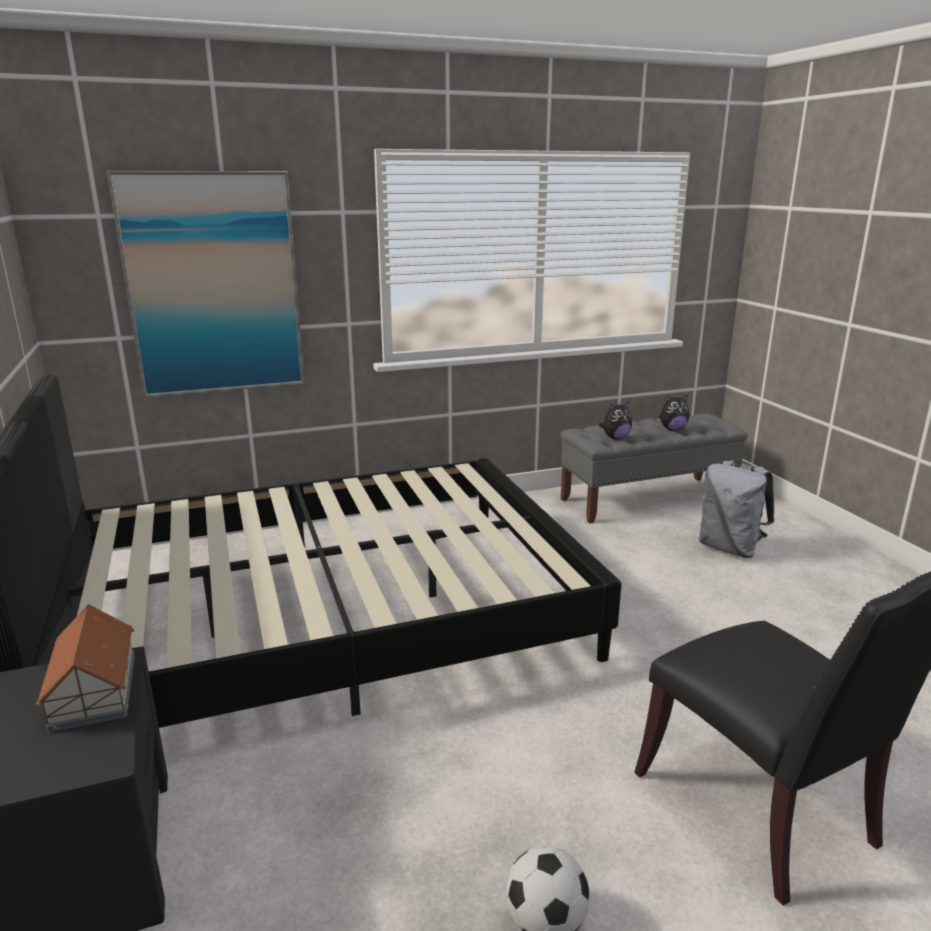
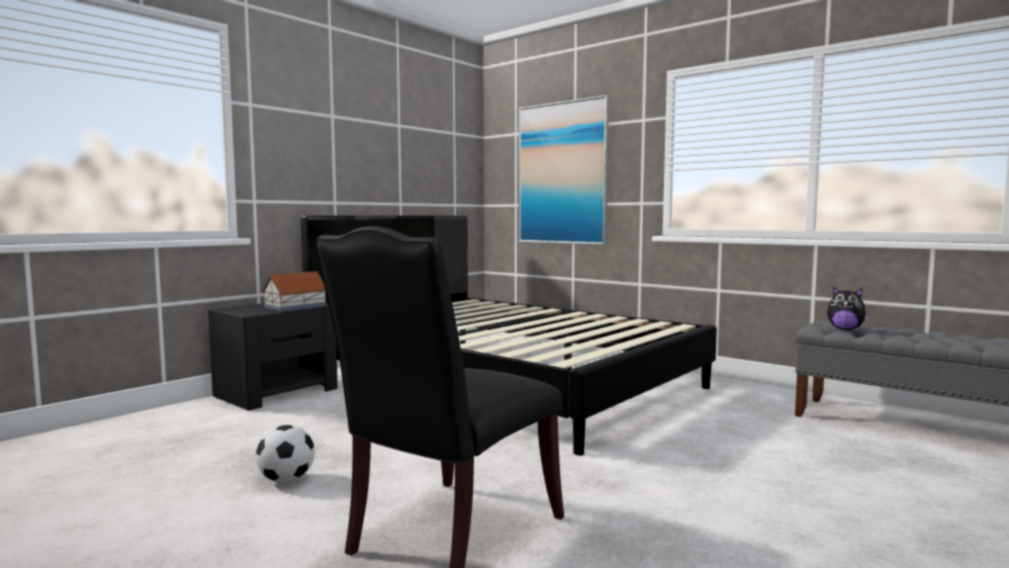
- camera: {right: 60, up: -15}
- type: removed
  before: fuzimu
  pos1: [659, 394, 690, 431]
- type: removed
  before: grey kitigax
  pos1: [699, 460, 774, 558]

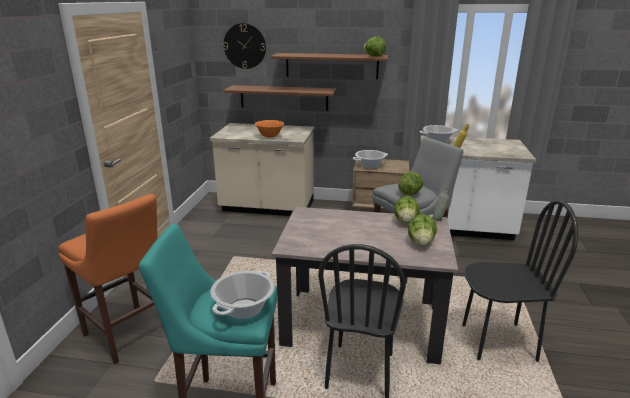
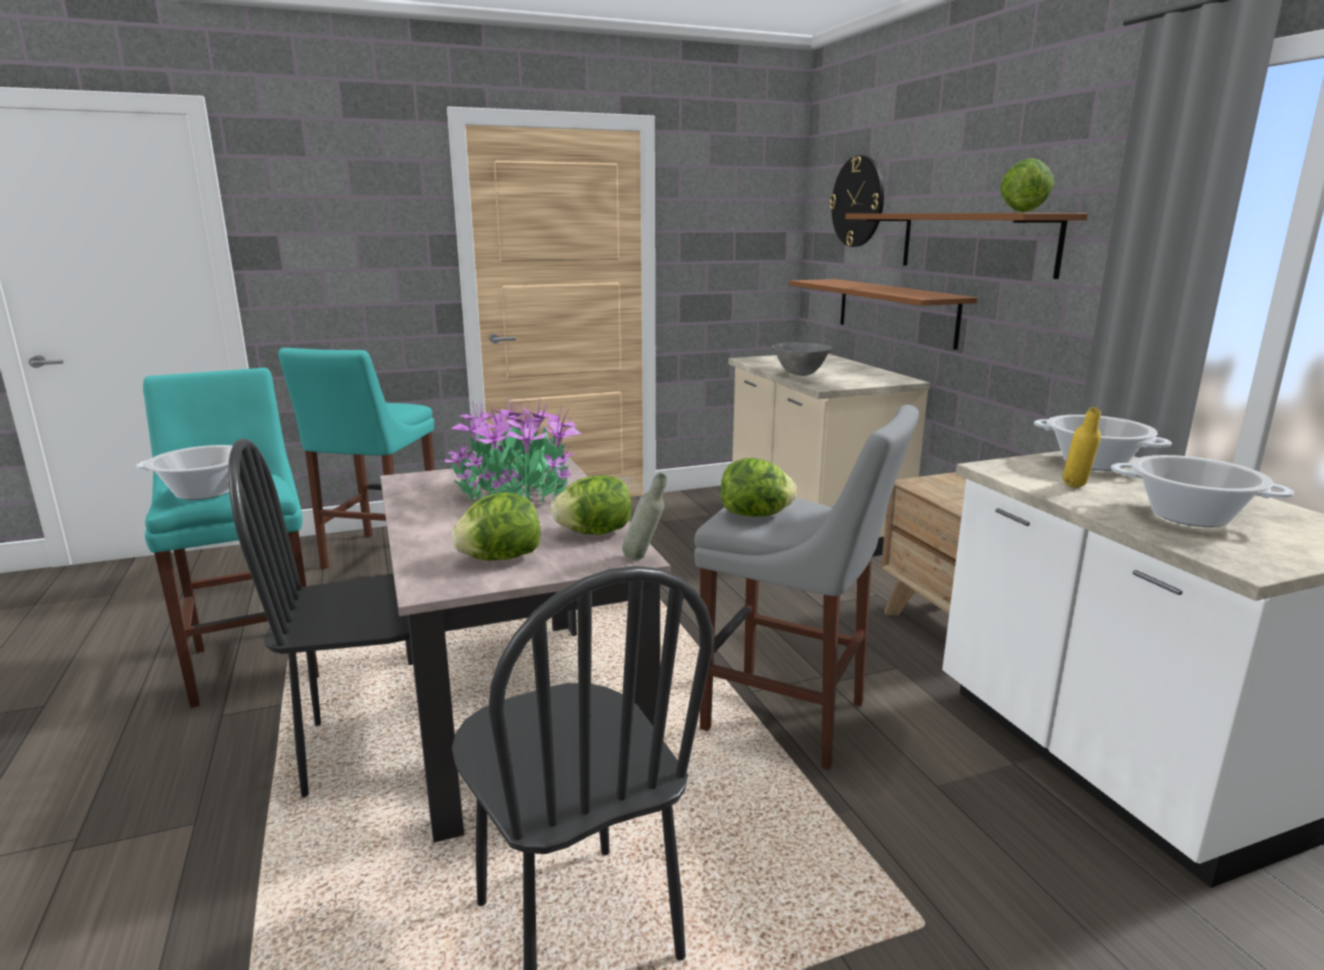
- camera: {right: 60, up: -5}
- type: recoloured
  before: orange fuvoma
  after: grey fuvoma
  pos1: [255, 120, 284, 138]
  pos2: [772, 342, 832, 376]
- type: moved
  before: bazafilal
  pos1: [353, 150, 388, 169]
  pos2: [1111, 455, 1294, 527]
- type: recoloured
  before: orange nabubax
  after: turquoise nabubax
  pos1: [58, 194, 158, 364]
  pos2: [278, 348, 435, 569]
- type: added
  after: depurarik
  pos2: [445, 396, 582, 503]

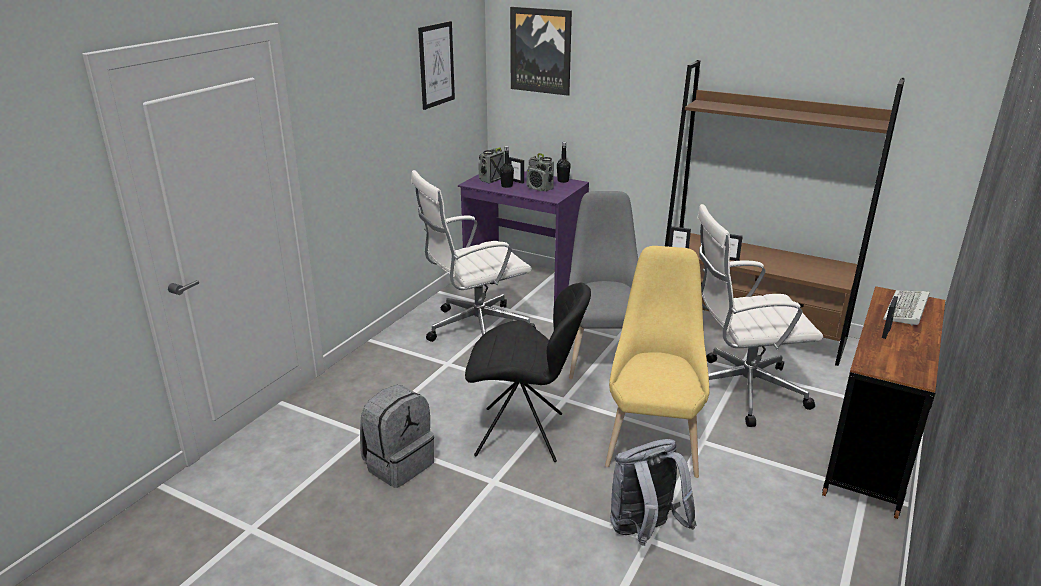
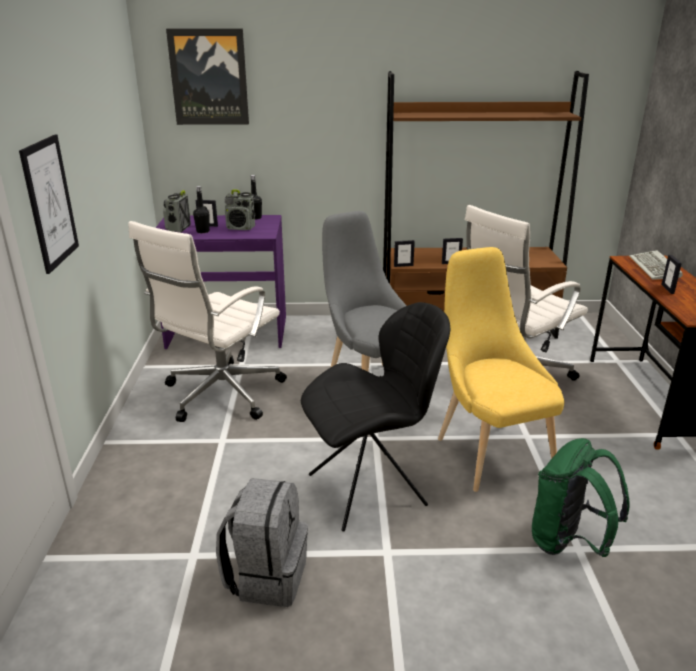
- camera: {right: -30, up: 0}
- type: moved
  before: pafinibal
  pos1: [418, 21, 455, 110]
  pos2: [19, 134, 79, 274]
- type: recoloured
  before: grey kitigax
  after: green kitigax
  pos1: [610, 439, 697, 546]
  pos2: [532, 438, 630, 557]

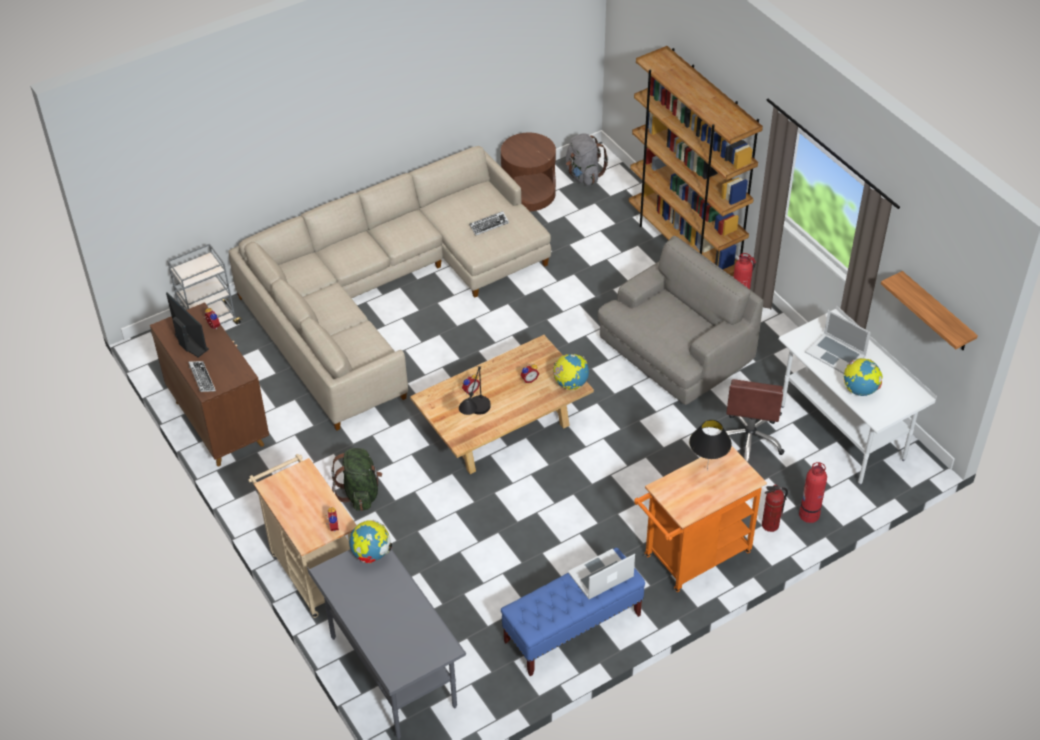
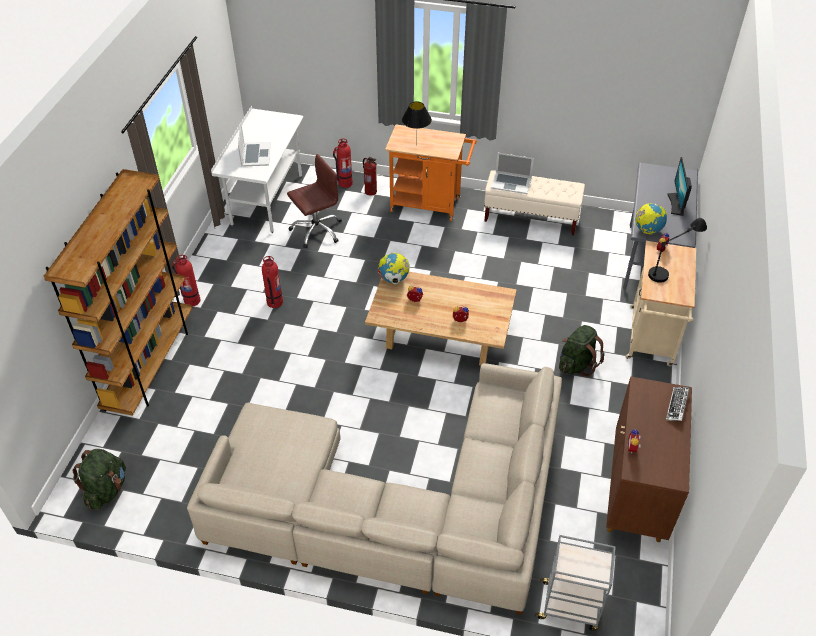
- camera: {right: -135, up: 0}
- type: removed
  before: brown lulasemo
  pos1: [501, 133, 556, 211]
- type: recoloured
  before: grey kitigax
  after: green kitigax
  pos1: [566, 133, 608, 186]
  pos2: [73, 449, 126, 509]
- type: removed
  before: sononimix
  pos1: [469, 211, 509, 236]
- type: replaced
  before: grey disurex
  after: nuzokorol
  pos1: [598, 236, 763, 405]
  pos2: [262, 256, 283, 308]
- type: removed
  before: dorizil
  pos1: [881, 271, 978, 350]
- type: moved
  before: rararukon
  pos1: [166, 292, 209, 358]
  pos2: [667, 157, 692, 216]
- type: removed
  before: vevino
  pos1: [844, 358, 883, 396]
- type: moved
  before: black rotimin
  pos1: [459, 366, 491, 415]
  pos2: [648, 218, 707, 283]
- type: recoloured
  before: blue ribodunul
  after: beige ribodunul
  pos1: [501, 548, 645, 676]
  pos2: [484, 170, 585, 235]

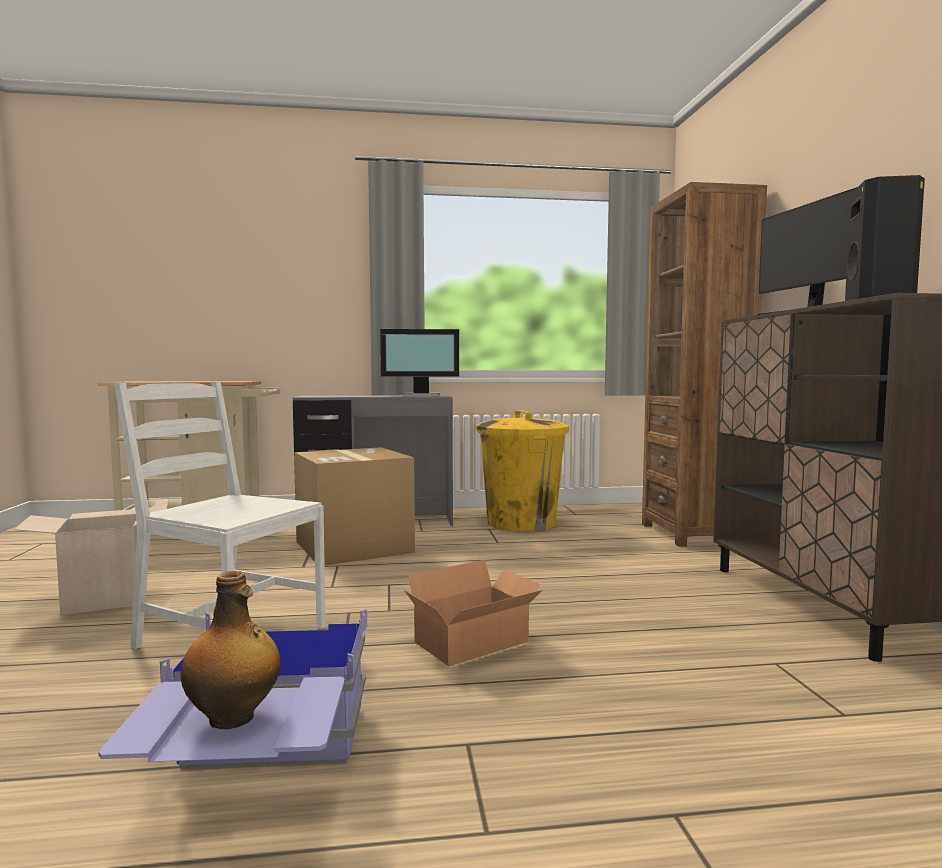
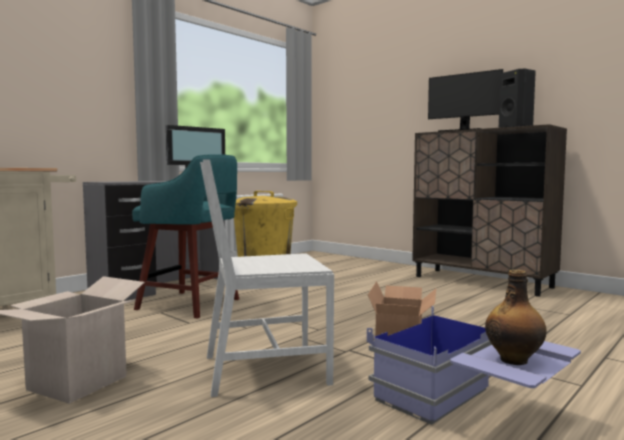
- camera: {right: -40, up: 0}
- type: removed
  before: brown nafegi
  pos1: [642, 182, 767, 547]
- type: replaced
  before: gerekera
  after: turquoise nabubax
  pos1: [294, 447, 415, 566]
  pos2: [132, 154, 239, 319]

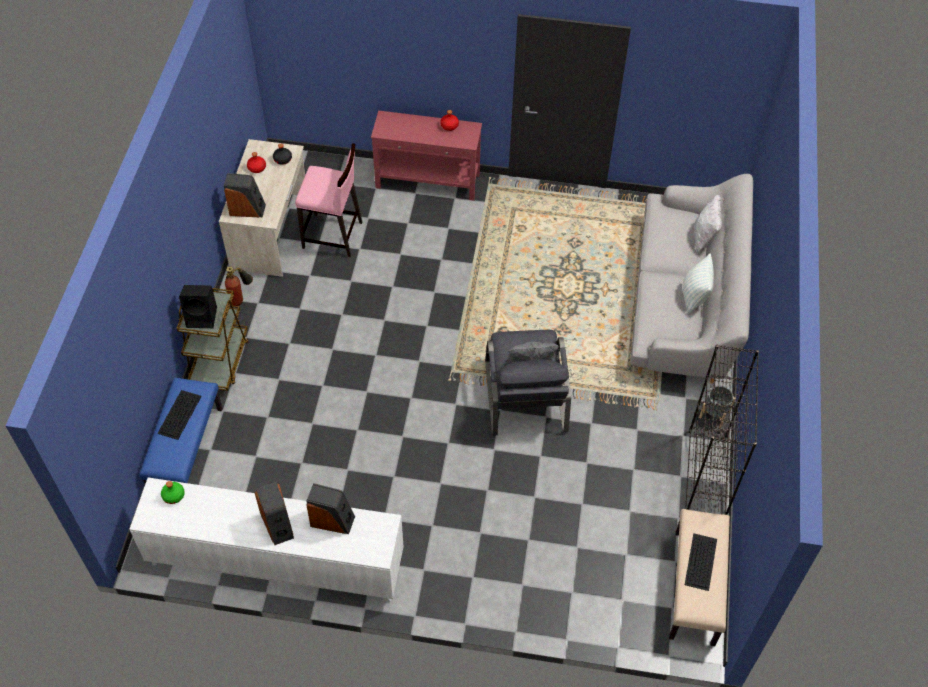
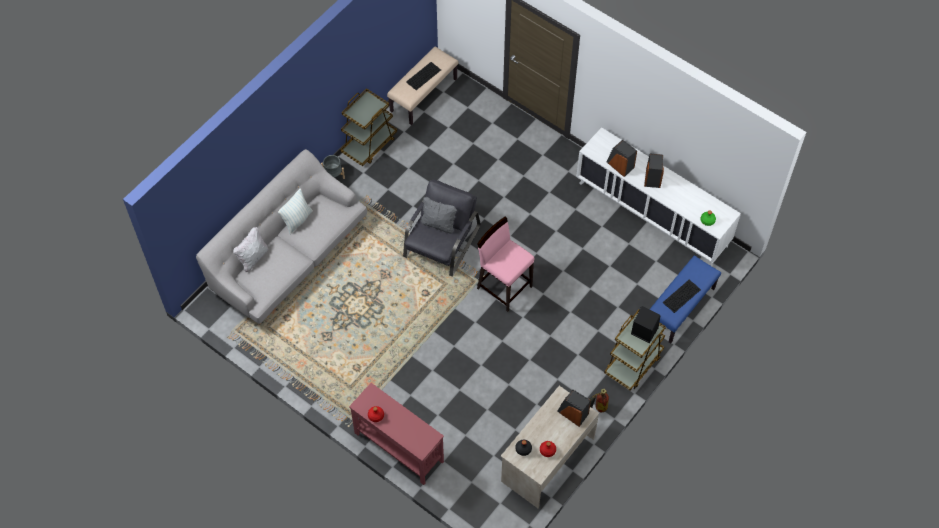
- camera: {right: -150, up: 5}
- type: moved
  before: pink nabubax
  pos1: [295, 143, 362, 257]
  pos2: [477, 217, 535, 312]
- type: replaced
  before: black nafegi
  after: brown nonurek
  pos1: [685, 345, 759, 515]
  pos2: [340, 88, 397, 166]

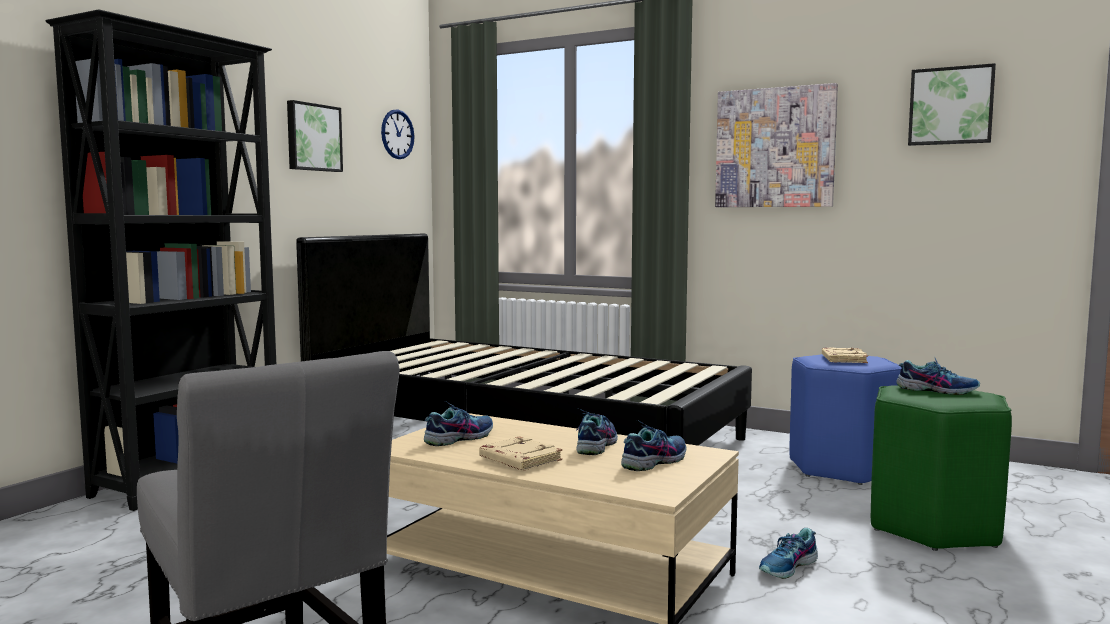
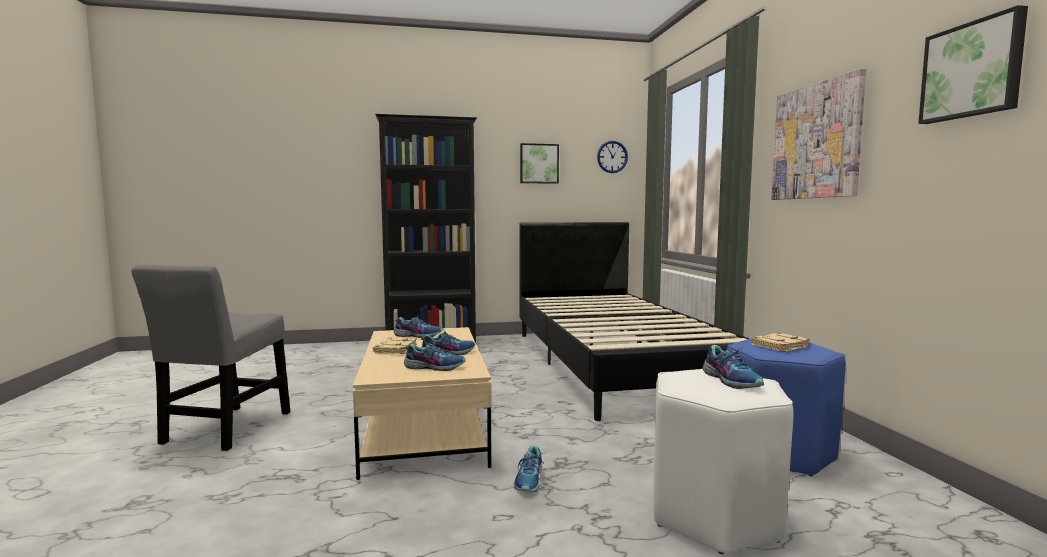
- camera: {right: 50, up: 0}
- type: recoloured
  before: green nabubax
  after: white nabubax
  pos1: [871, 385, 1012, 551]
  pos2: [654, 369, 793, 554]
- type: turned
  before: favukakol
  pos1: [759, 528, 818, 579]
  pos2: [514, 445, 544, 492]
  turn: -90

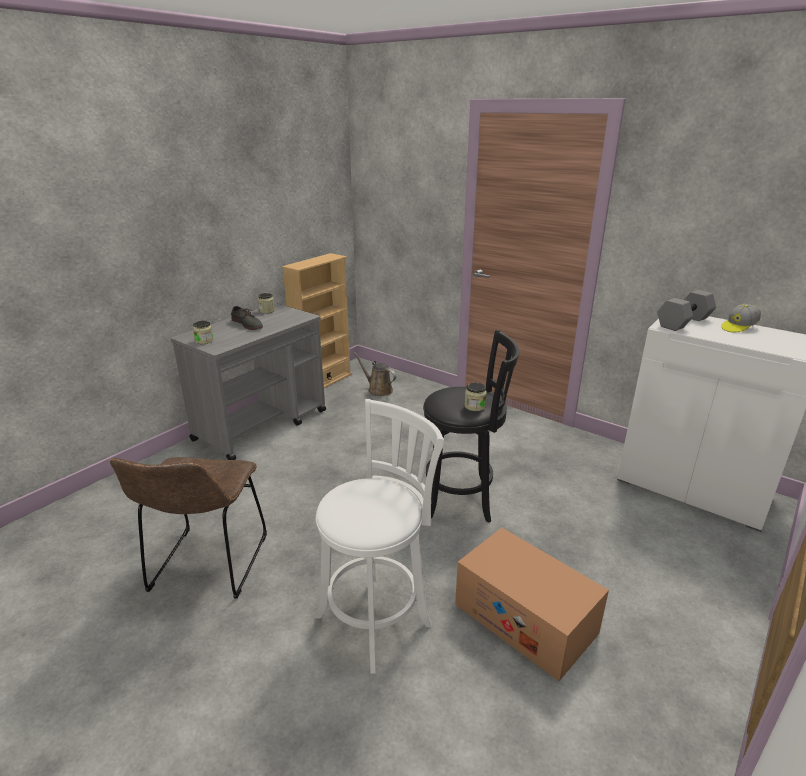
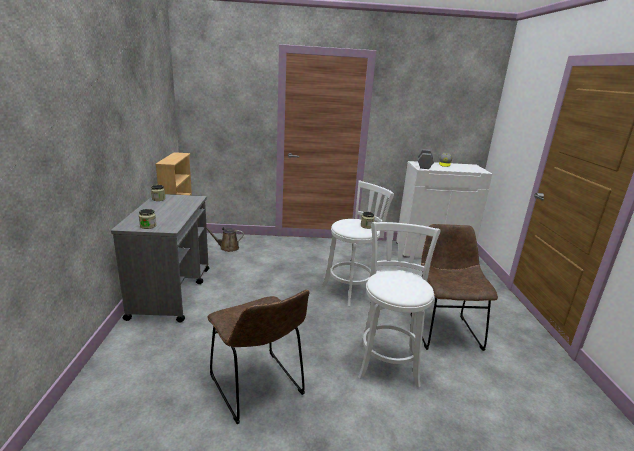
- camera: {right: -40, up: -5}
- type: removed
  before: grey favukakol
  pos1: [231, 306, 263, 330]
- type: recoloured
  before: black nabubax
  after: white nabubax
  pos1: [423, 330, 519, 523]
  pos2: [322, 181, 394, 306]
- type: replaced
  before: gerekera
  after: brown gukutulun
  pos1: [455, 528, 609, 681]
  pos2: [411, 224, 498, 351]

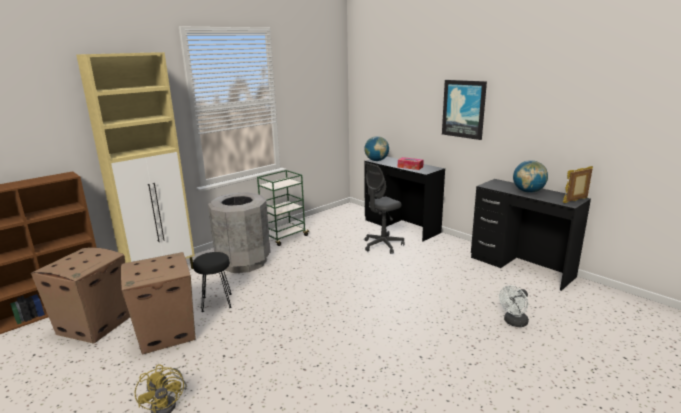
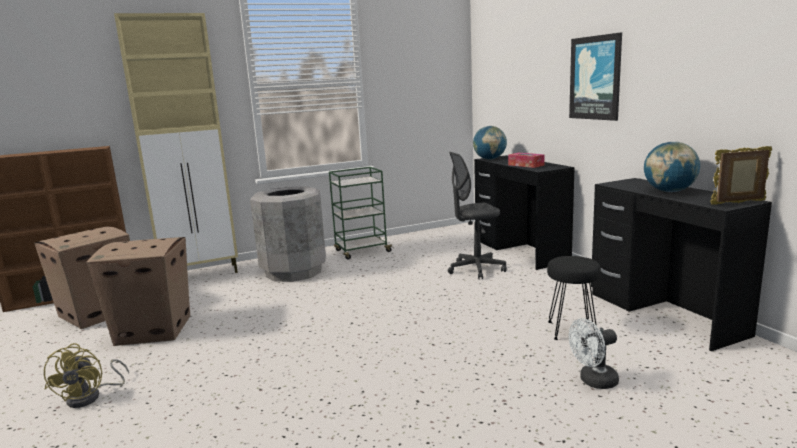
- camera: {right: 20, up: -5}
- type: moved
  before: black nabubax
  pos1: [193, 252, 232, 312]
  pos2: [547, 256, 601, 340]

